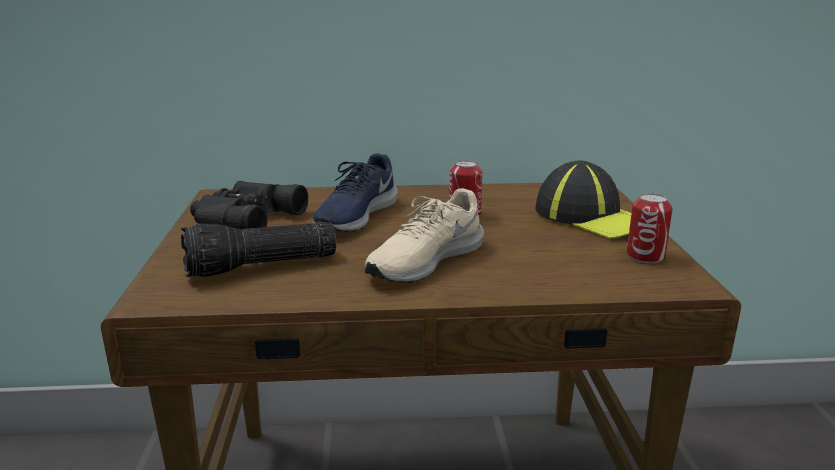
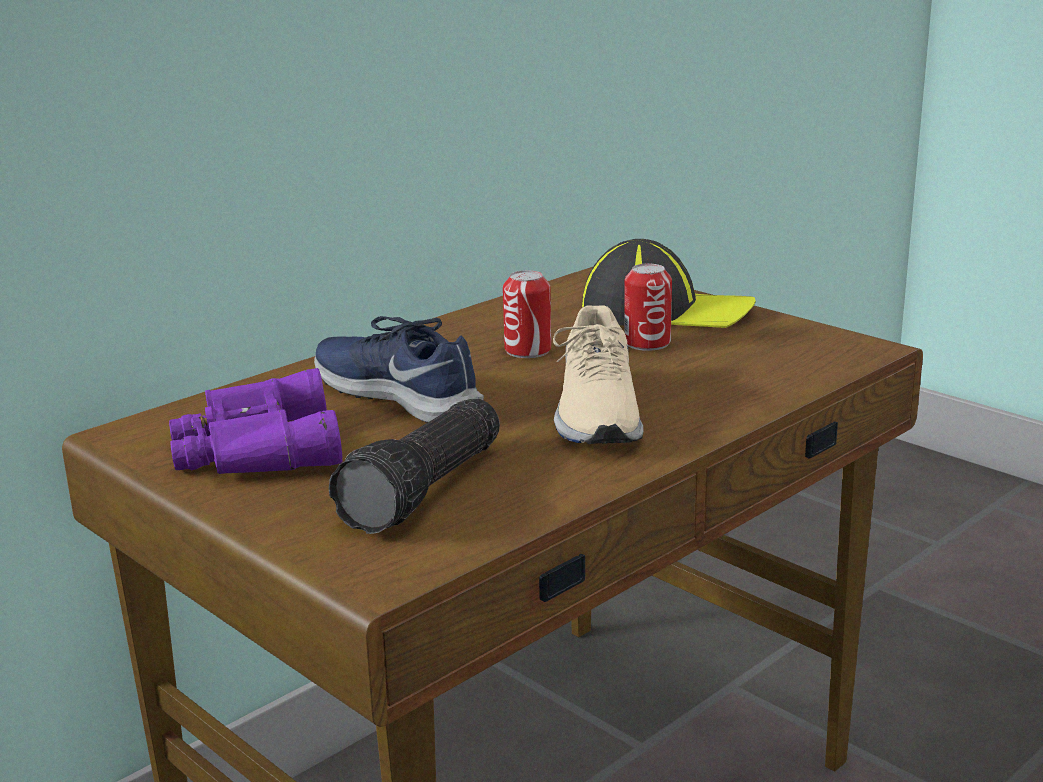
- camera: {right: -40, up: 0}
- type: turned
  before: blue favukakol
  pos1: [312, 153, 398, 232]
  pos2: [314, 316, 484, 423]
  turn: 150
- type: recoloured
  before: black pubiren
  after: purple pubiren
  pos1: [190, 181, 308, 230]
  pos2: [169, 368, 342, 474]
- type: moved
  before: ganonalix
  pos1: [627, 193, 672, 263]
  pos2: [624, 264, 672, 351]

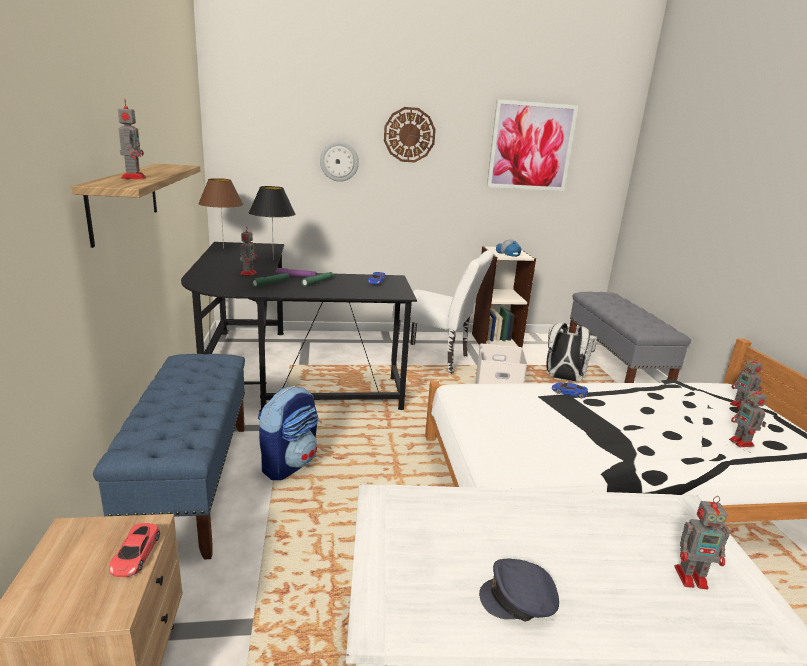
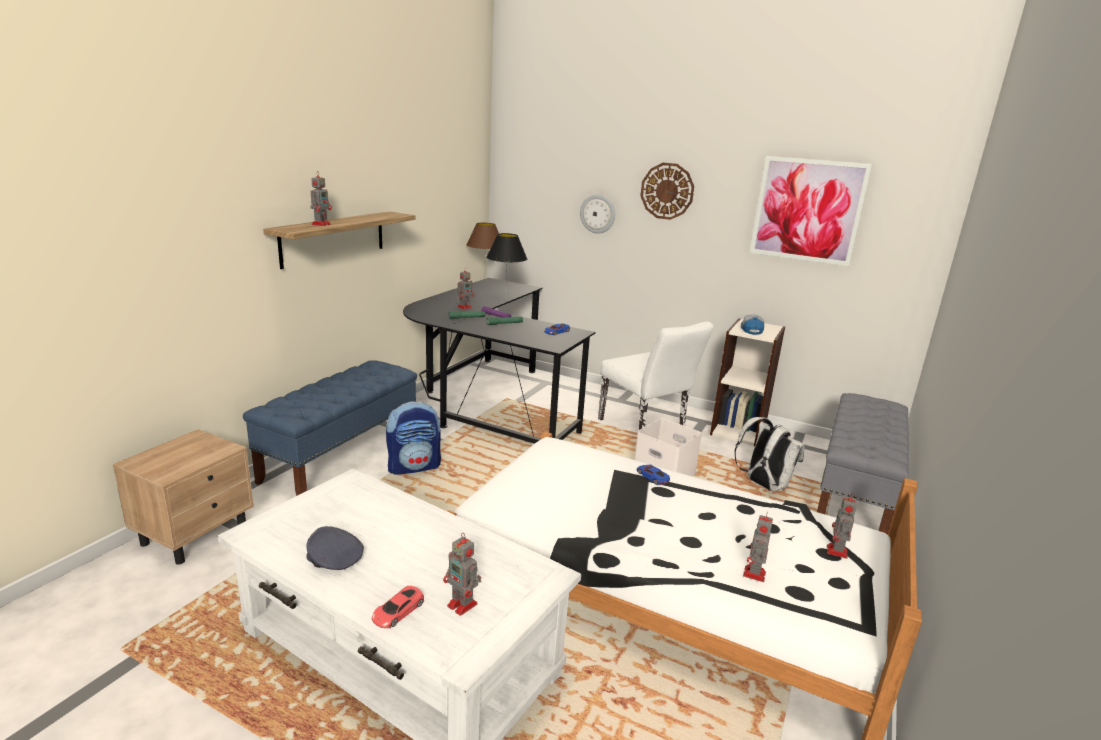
- camera: {right: 35, up: 0}
- type: moved
  before: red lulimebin
  pos1: [109, 523, 160, 577]
  pos2: [372, 586, 424, 628]

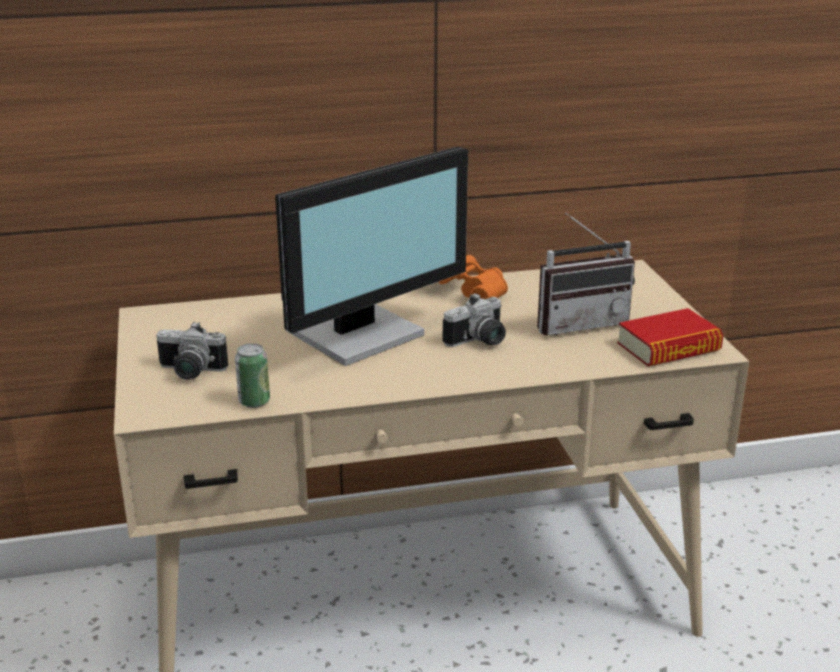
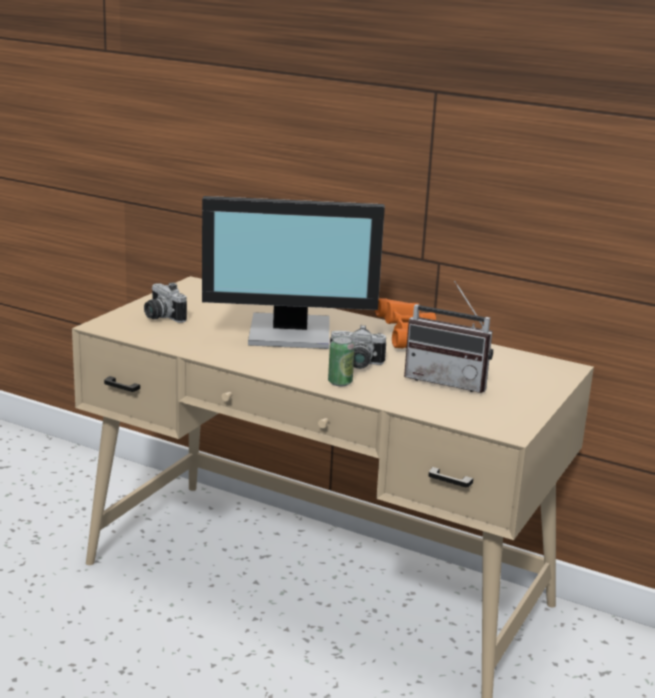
- camera: {right: 40, up: -5}
- type: removed
  before: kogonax
  pos1: [617, 308, 724, 367]
- type: moved
  before: ganonalix
  pos1: [235, 343, 270, 408]
  pos2: [328, 336, 355, 386]

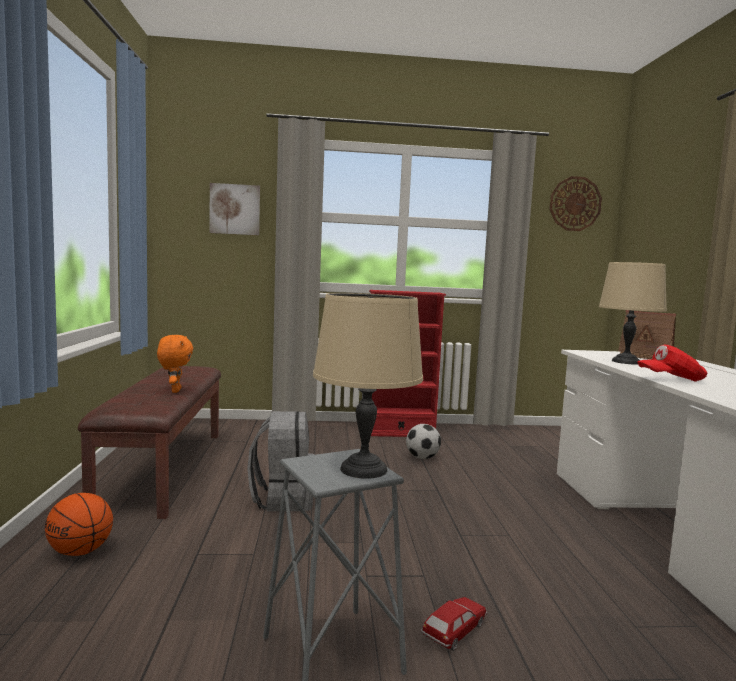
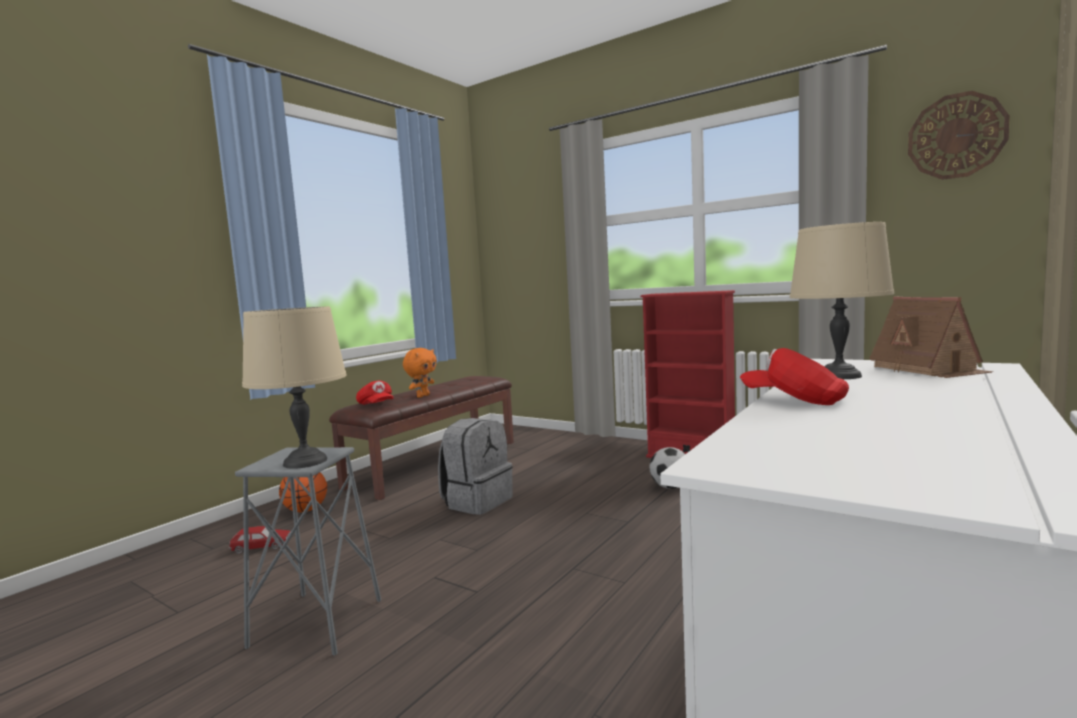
- camera: {right: 40, up: 0}
- type: removed
  before: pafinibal
  pos1: [209, 183, 260, 235]
- type: moved
  before: lulimebin
  pos1: [420, 597, 487, 651]
  pos2: [228, 526, 291, 554]
- type: added
  after: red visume
  pos2: [356, 380, 394, 405]

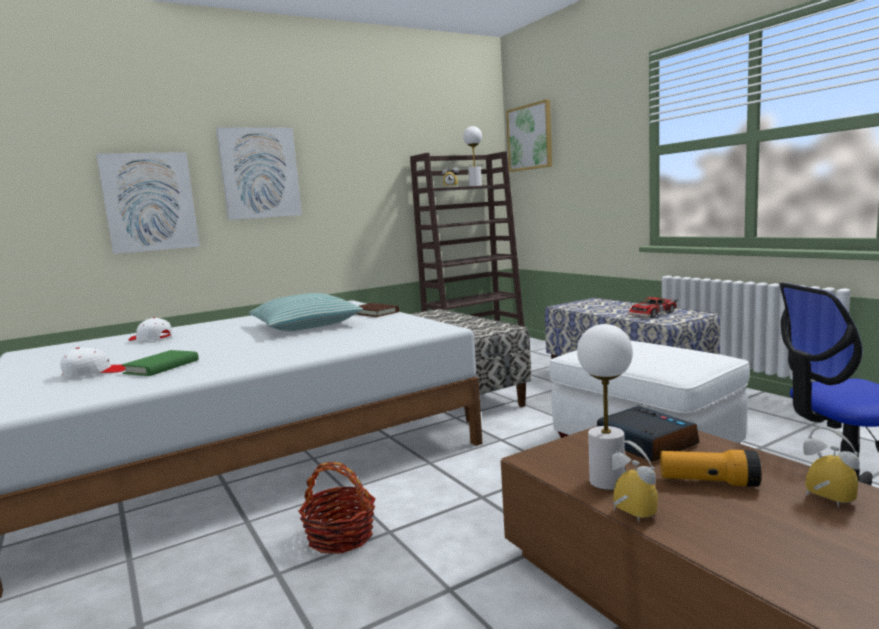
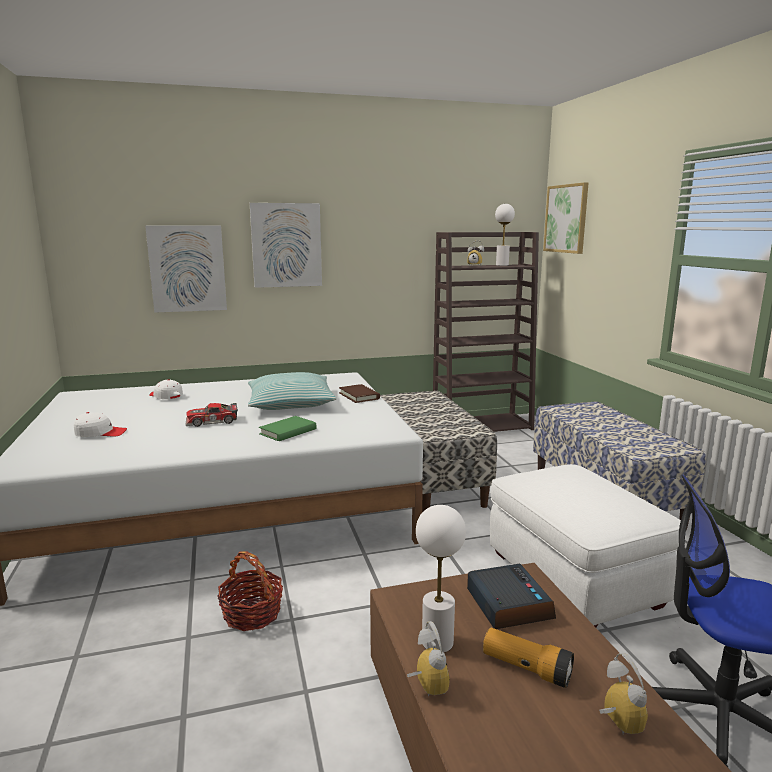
- camera: {right: 15, up: 5}
- type: moved
  before: lulimebin
  pos1: [628, 297, 678, 317]
  pos2: [186, 403, 238, 427]
- type: moved
  before: green kogonax
  pos1: [121, 350, 199, 376]
  pos2: [259, 416, 317, 441]

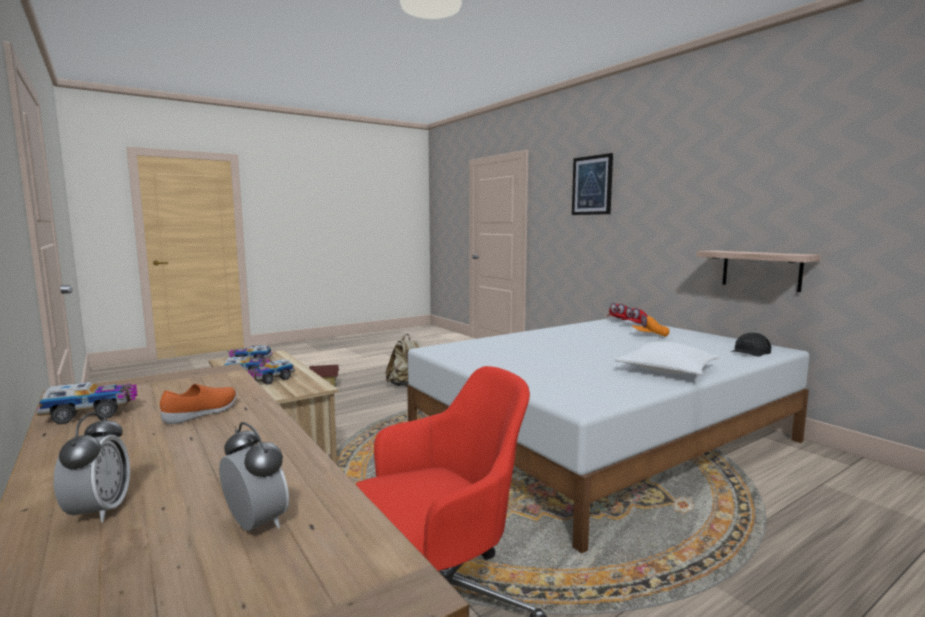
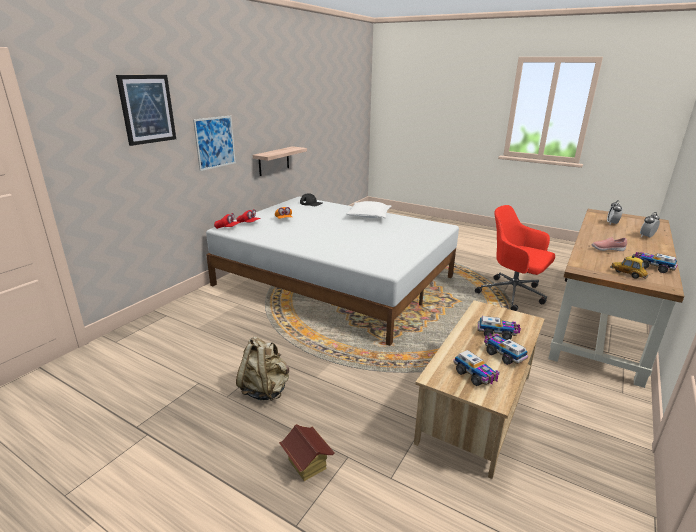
- camera: {right: -115, up: 15}
- type: recoloured
  before: orange favukakol
  after: pink favukakol
  pos1: [160, 384, 237, 424]
  pos2: [592, 237, 627, 251]
- type: added
  after: pafinibal
  pos2: [193, 116, 236, 171]
- type: added
  after: lulimebin
  pos2: [610, 254, 648, 279]

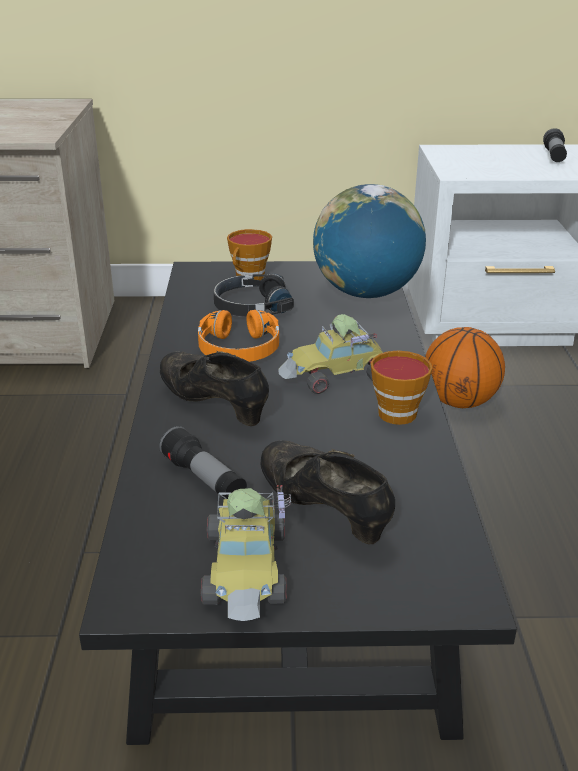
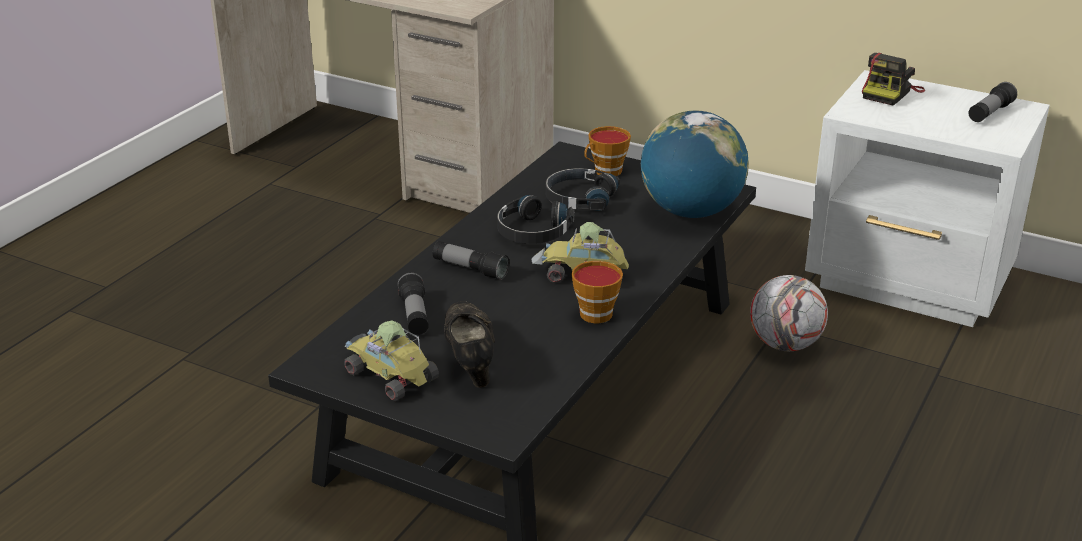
- camera: {right: 30, up: 0}
- type: recoloured
  before: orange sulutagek
  after: black sulutagek
  pos1: [198, 310, 279, 362]
  pos2: [497, 195, 574, 244]
- type: replaced
  before: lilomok
  after: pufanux
  pos1: [425, 327, 505, 408]
  pos2: [750, 275, 828, 351]
- type: replaced
  before: black favukakol
  after: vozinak
  pos1: [160, 351, 269, 426]
  pos2: [433, 241, 509, 280]
- type: turned
  before: lulimebin
  pos1: [201, 485, 291, 621]
  pos2: [344, 321, 439, 401]
  turn: 105
- type: added
  after: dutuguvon
  pos2: [862, 53, 925, 105]

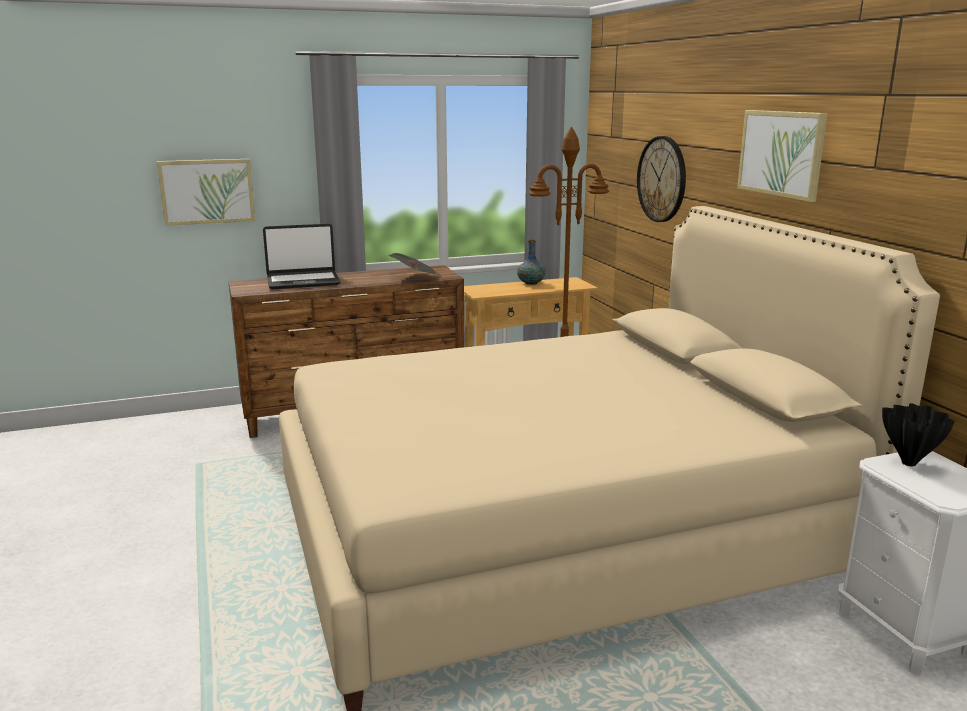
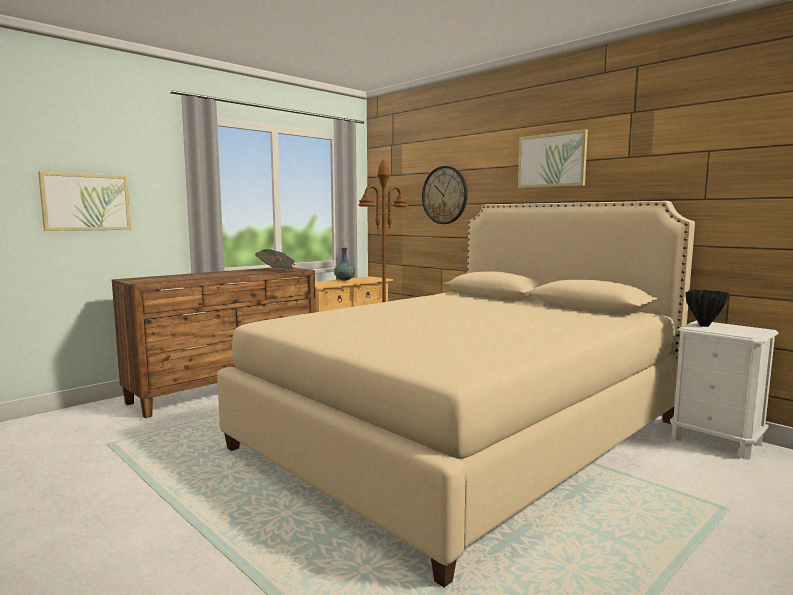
- camera: {right: -25, up: -10}
- type: removed
  before: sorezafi
  pos1: [263, 224, 341, 289]

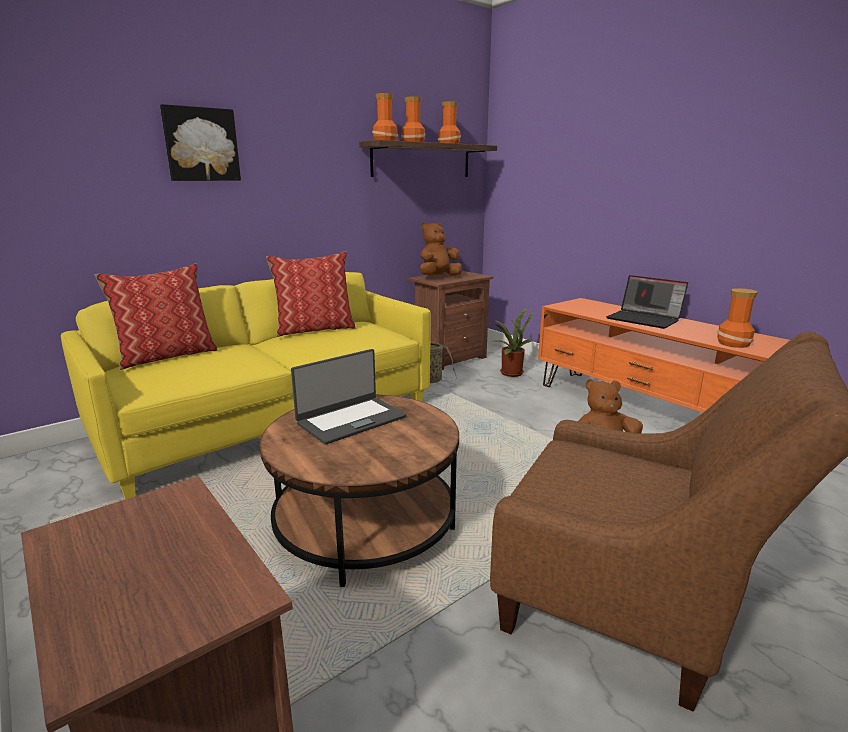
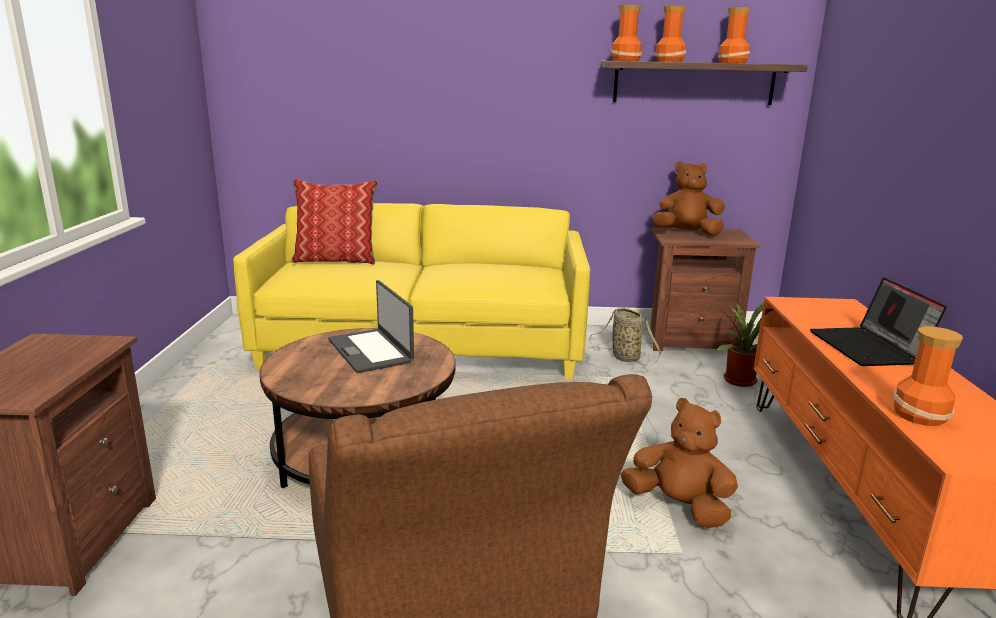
- camera: {right: 40, up: 0}
- type: removed
  before: pafinibal
  pos1: [160, 104, 241, 181]
- type: removed
  before: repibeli
  pos1: [266, 251, 356, 337]
- type: turned
  before: sorezafi
  pos1: [291, 349, 406, 445]
  pos2: [328, 280, 414, 373]
  turn: 60

